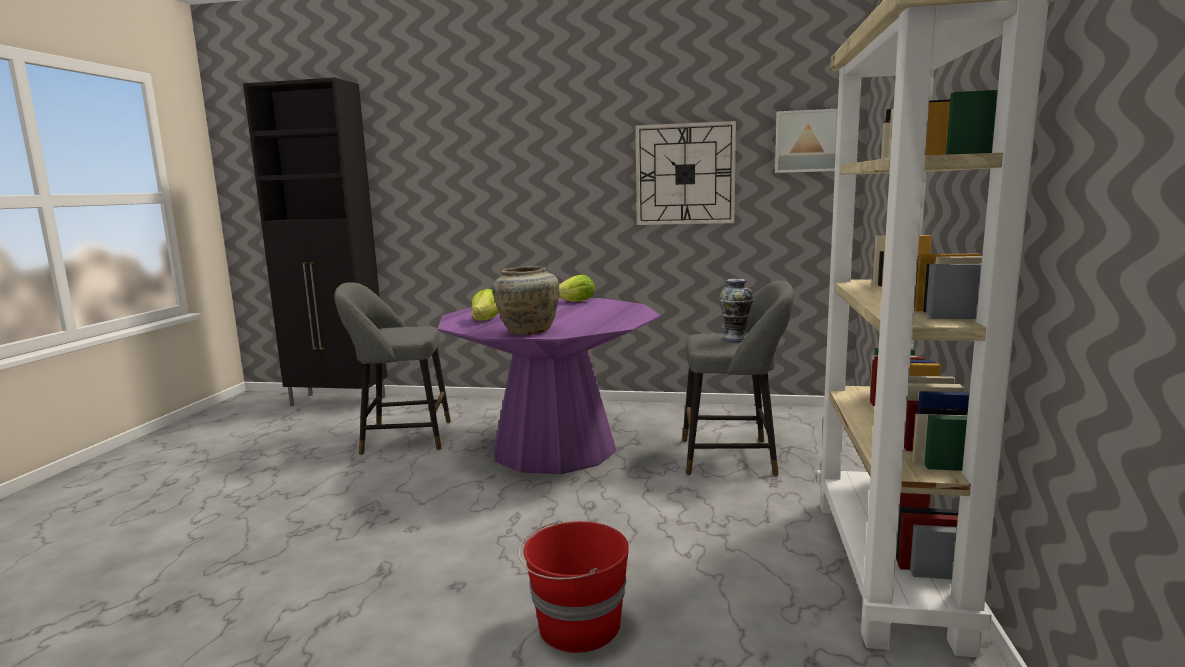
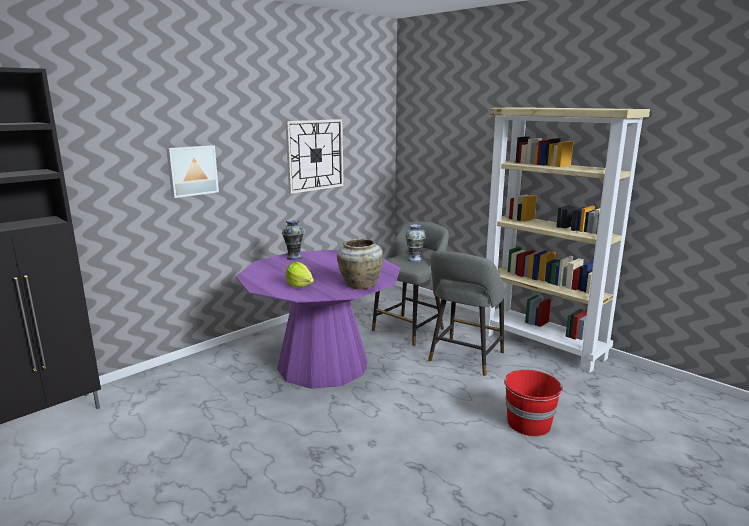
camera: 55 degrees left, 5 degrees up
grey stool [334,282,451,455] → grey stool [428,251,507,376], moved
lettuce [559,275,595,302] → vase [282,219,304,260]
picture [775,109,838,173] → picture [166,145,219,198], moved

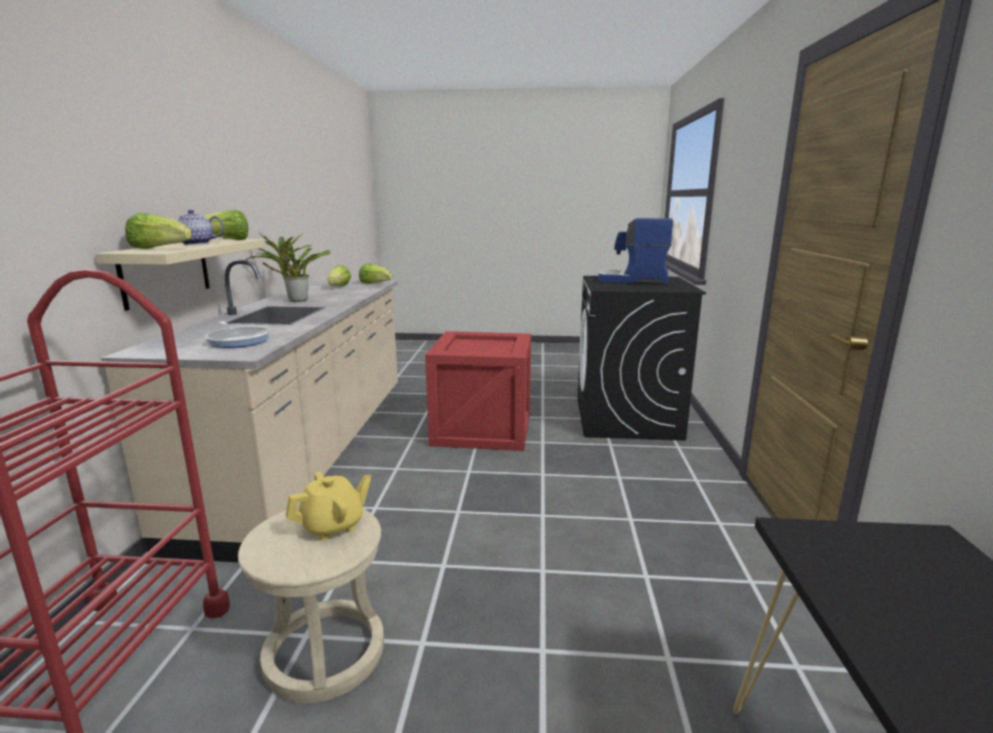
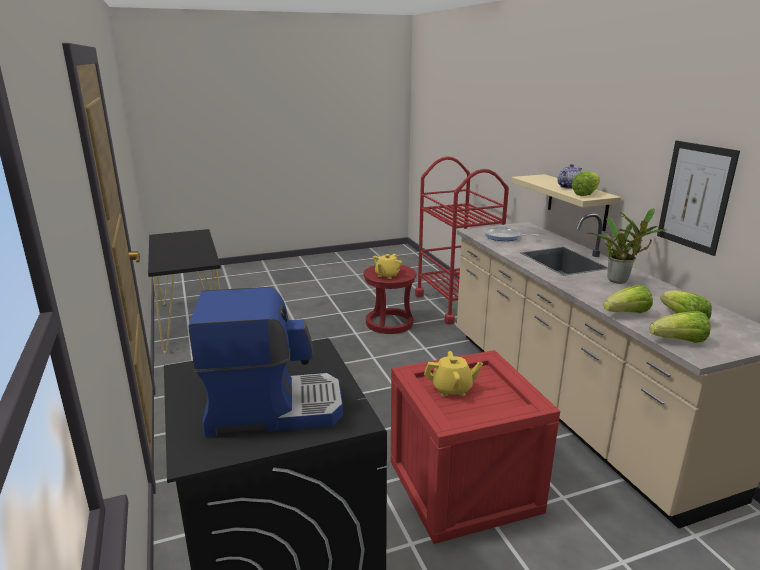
camera: 155 degrees right, 5 degrees up
lettuce [125,212,192,249] → lettuce [603,285,653,313], moved
beige stool [238,507,384,703] → red stool [363,265,417,334]
- → yellow teapot [424,351,483,396]
- → picture [657,141,740,256]

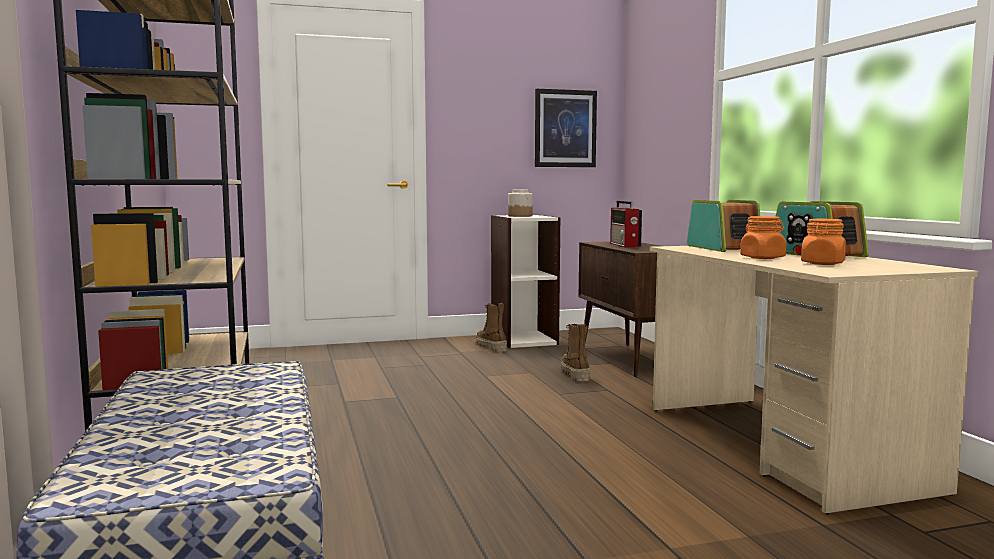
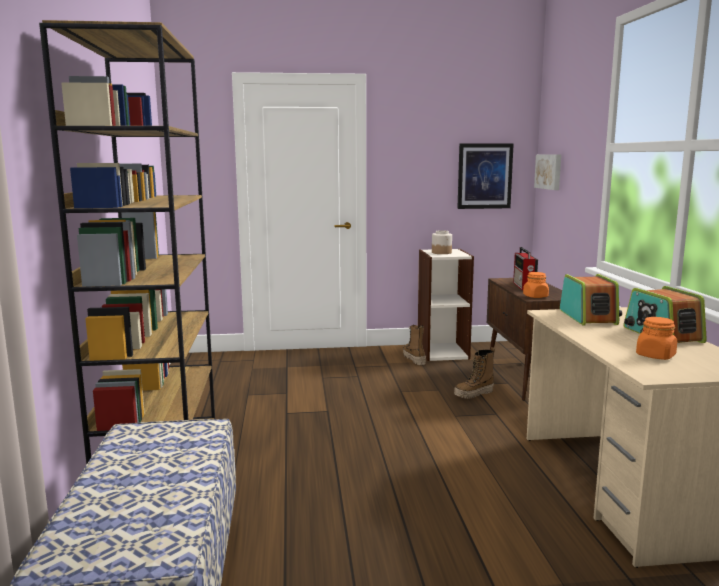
camera: 10 degrees right, 5 degrees up
boot [561,324,590,382] → boot [454,347,495,399], 120 degrees counterclockwise
orange jar [740,216,786,259] → orange jar [523,272,549,298], moved
- → picture [534,154,561,190]

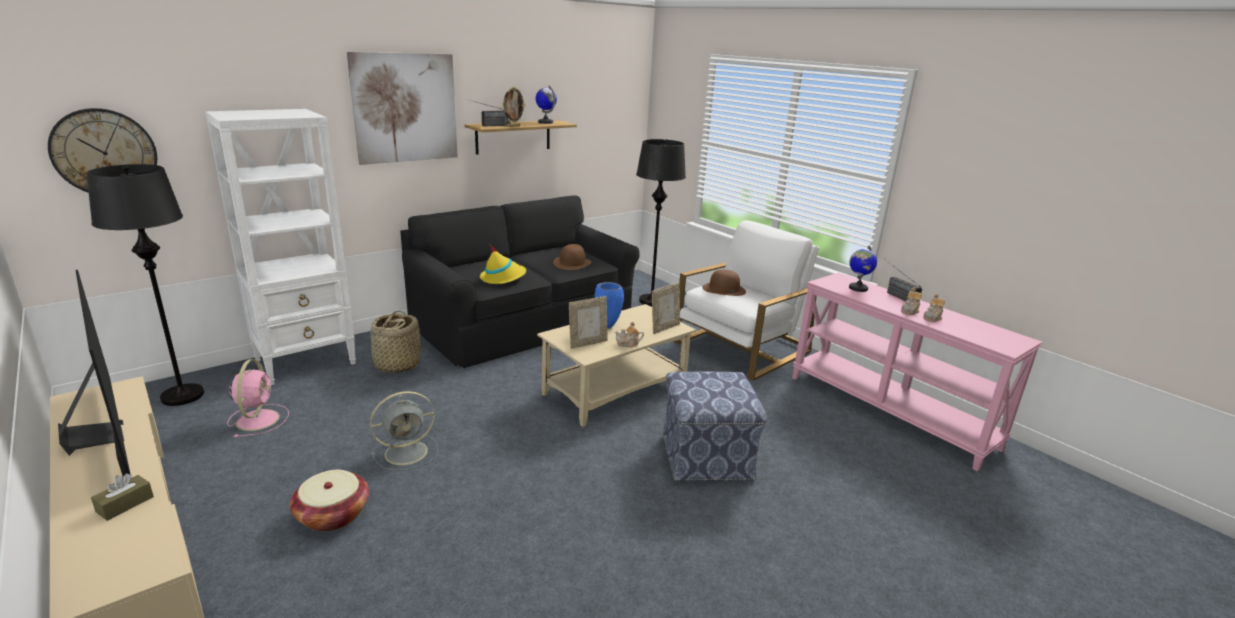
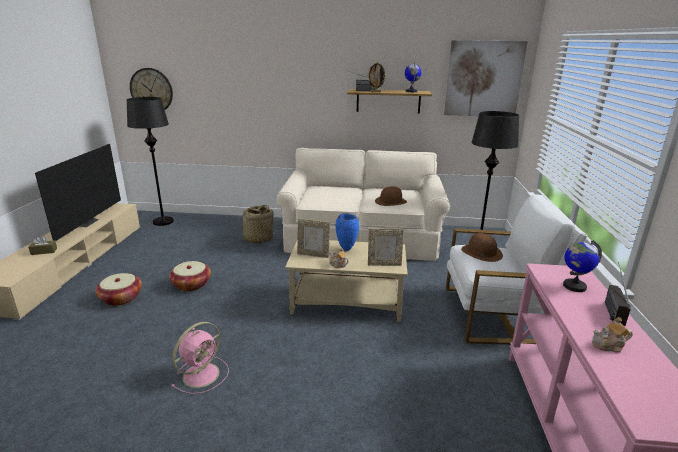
camera: 45 degrees right, 0 degrees up
white bookcase [205,109,356,385] → -
pink fan [227,359,289,437] → pink fan [171,322,229,394], moved
picture [347,52,458,165] → picture [444,40,528,116], moved
grey fan [370,391,438,471] → basket [169,261,211,291]
black sofa [400,195,640,368] → beige sofa [276,148,450,261]
yellow hat [480,245,526,284] → -
ottoman [662,372,767,482] → -
teapot [901,287,922,315] → -

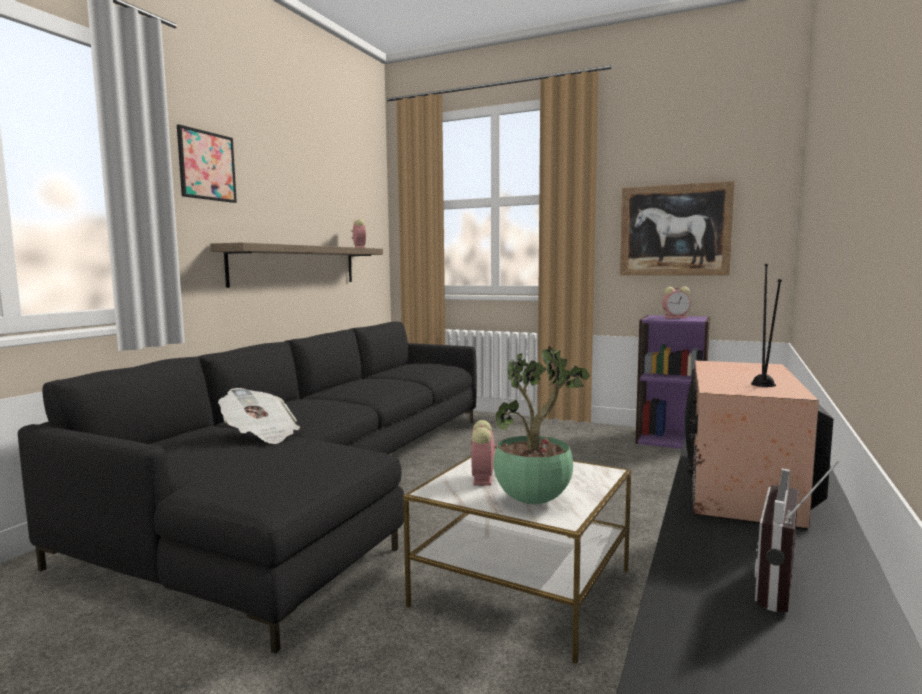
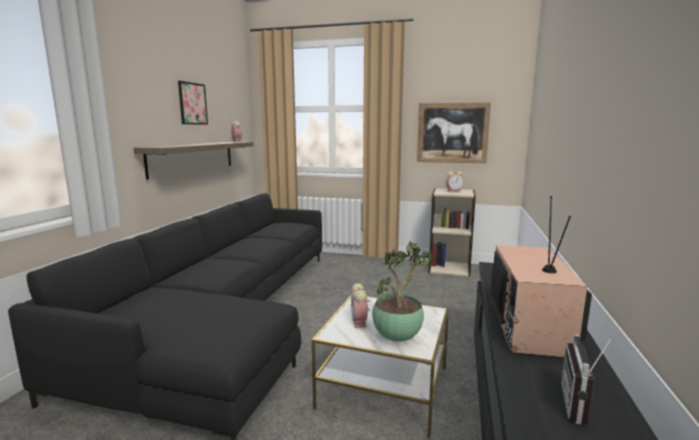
camera: 10 degrees left, 5 degrees up
picture [177,124,237,203] → picture [178,81,208,125], moved
newspaper [218,388,300,444] → -
purple bookcase [635,315,710,449] → beige bookcase [429,188,476,277]

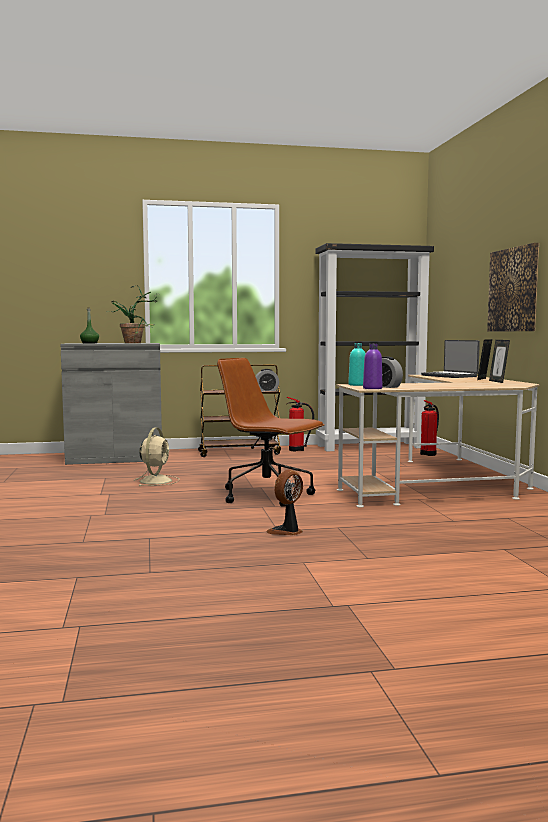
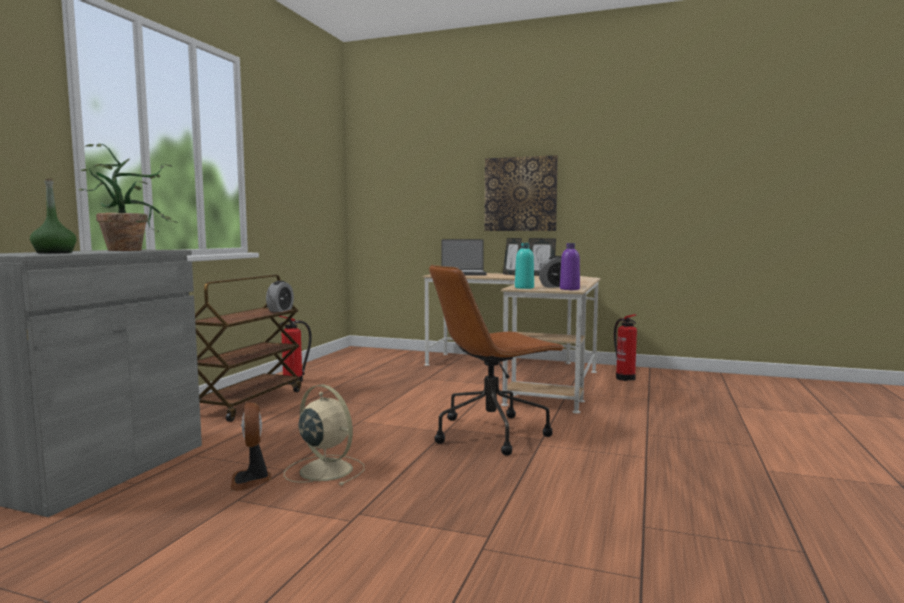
camera: 60 degrees left, 0 degrees up
fan [266,469,303,535] → fan [231,402,271,491], moved
black bookcase [315,243,434,451] → -
fire extinguisher [420,400,439,456] → fire extinguisher [614,314,637,381], moved

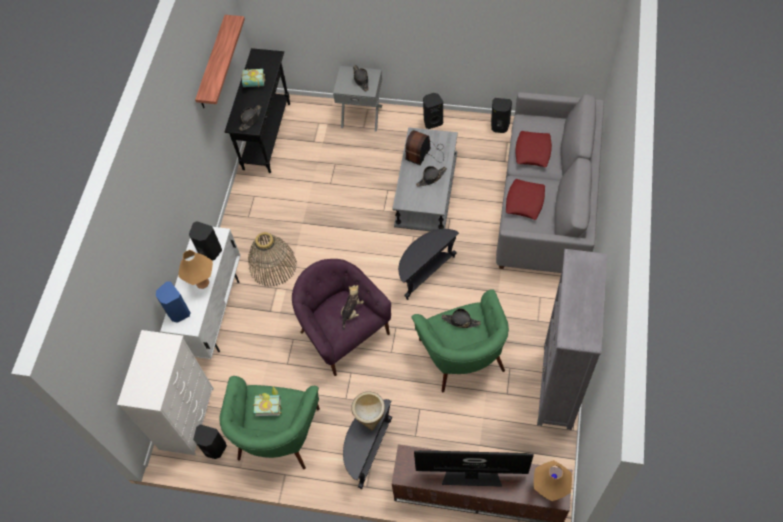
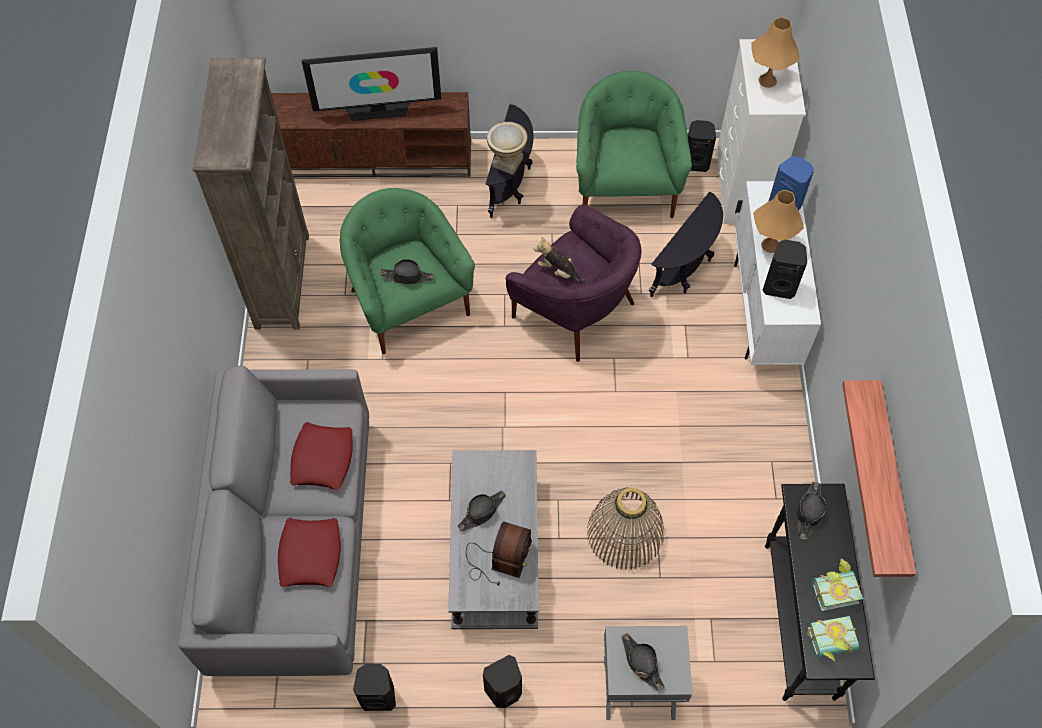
camera: 165 degrees right, 0 degrees up
basket [248,232,297,287] → basket [587,487,664,570], moved
book [253,386,282,417] → book [807,616,859,662], moved
plush toy [341,285,364,330] → plush toy [534,237,586,283], 105 degrees clockwise
black side table [398,229,459,300] → black side table [649,191,723,297], moved
orange table lamp [534,460,572,501] → orange table lamp [751,17,799,88], moved
grey bookcase [537,249,607,430] → brown bookcase [192,58,309,330]

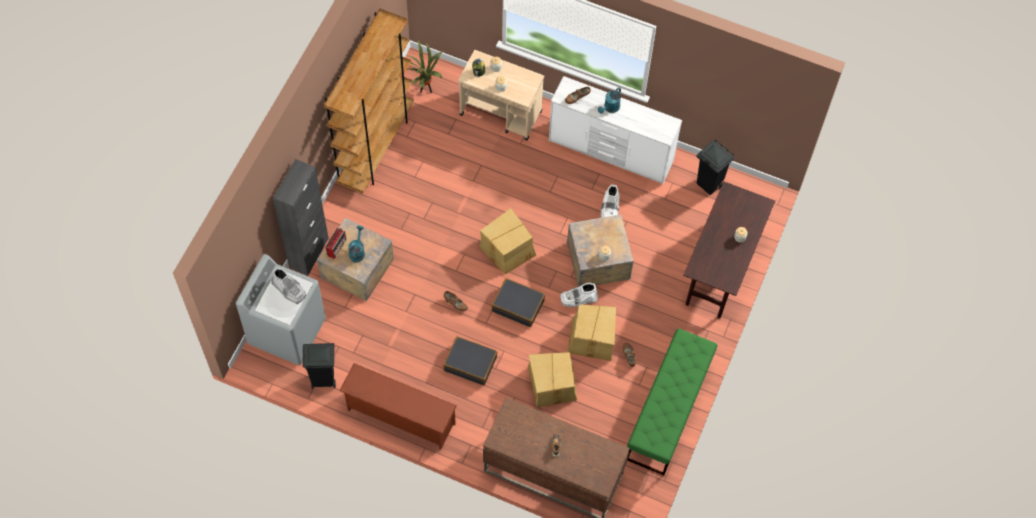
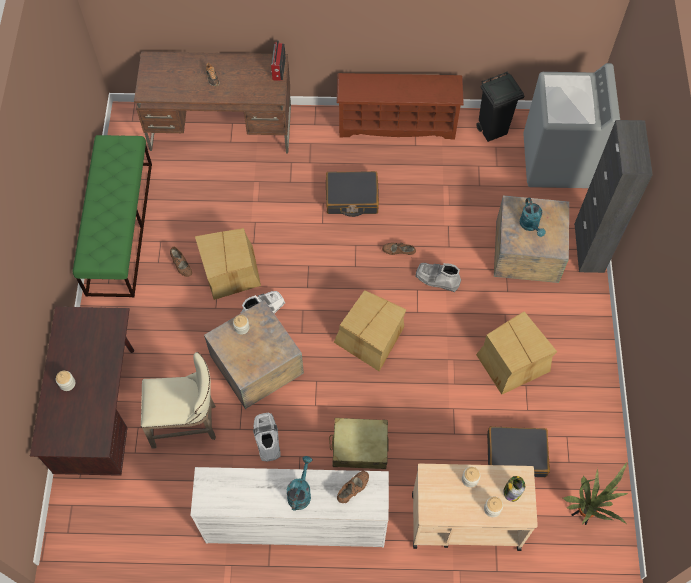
camera: 160 degrees right, 0 degrees up
grey boot [271,267,307,304] → grey boot [415,263,462,292], moved
brown bookcase [324,9,414,194] → -
radio [326,228,346,259] → radio [271,40,286,81], moved
black suitcase [492,278,545,327] → black suitcase [487,426,550,477], moved
cardboard box [528,352,577,408] → cardboard box [476,311,557,395], moved
black trash can [696,139,734,195] → -
- → beige stool [141,352,216,449]
- → beige suitcase [329,418,389,469]

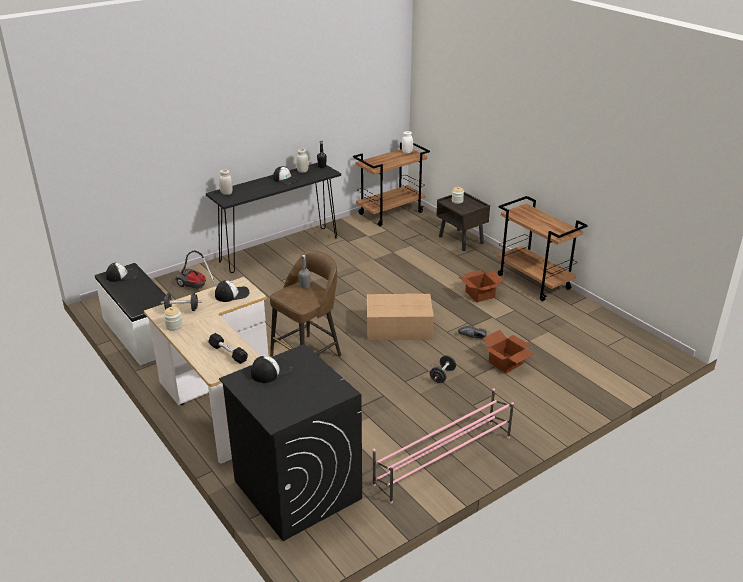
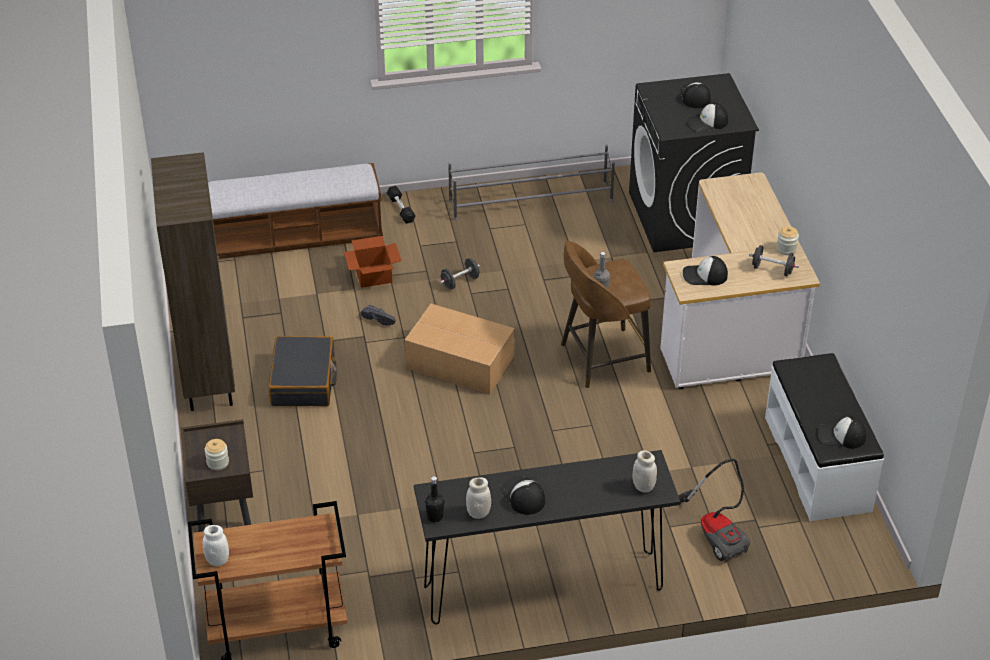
camera: 155 degrees left, 10 degrees up
black dumbbell [208,333,248,364] → black dumbbell [387,186,416,224], moved
pink shoe rack [372,388,514,504] → grey shoe rack [448,144,615,220]
cardboard box [459,270,505,302] → black suitcase [269,336,337,406]
brown cart [497,196,588,301] → brown bookcase [151,152,235,411]
- → bench [208,163,383,259]
- → cap [680,82,711,108]

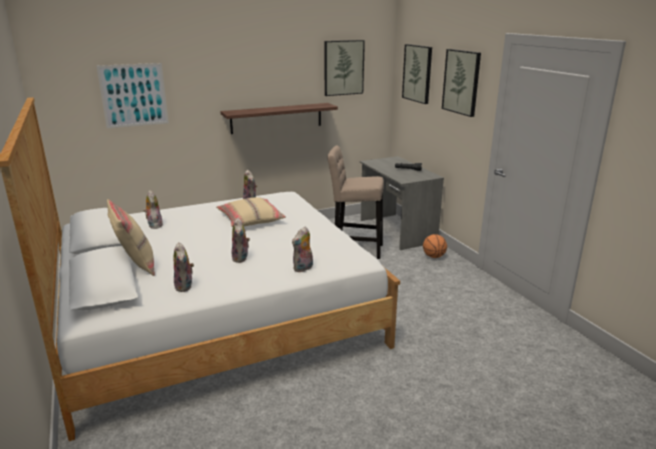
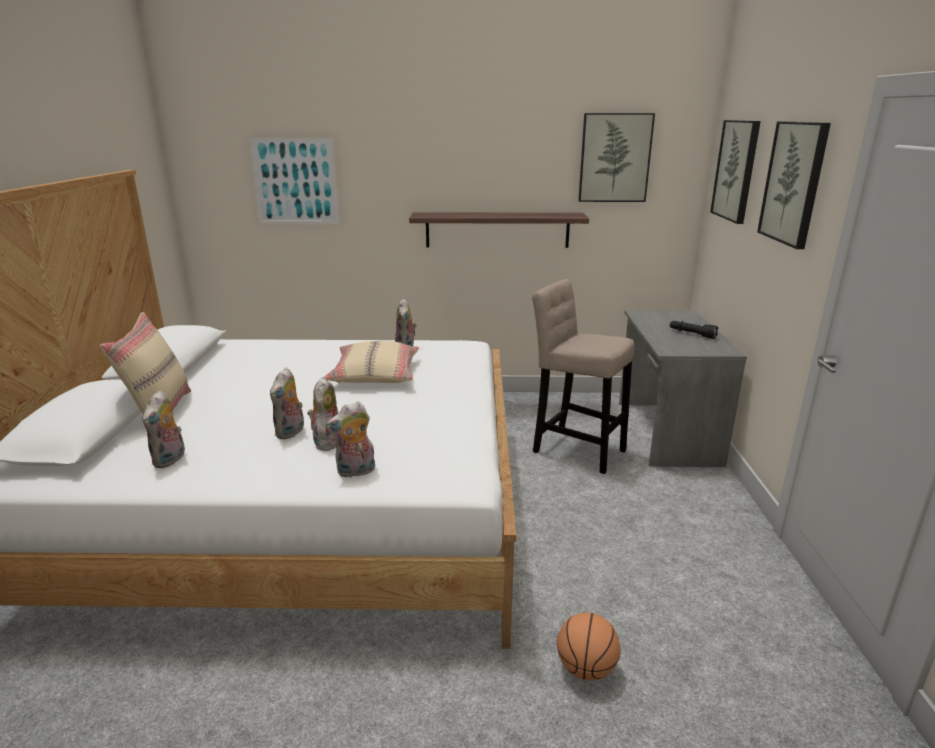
camera: 25 degrees right, 0 degrees up
plush toy [143,190,163,229] → plush toy [307,377,338,451], moved
basketball [423,234,447,258] → basketball [557,613,621,681], moved

